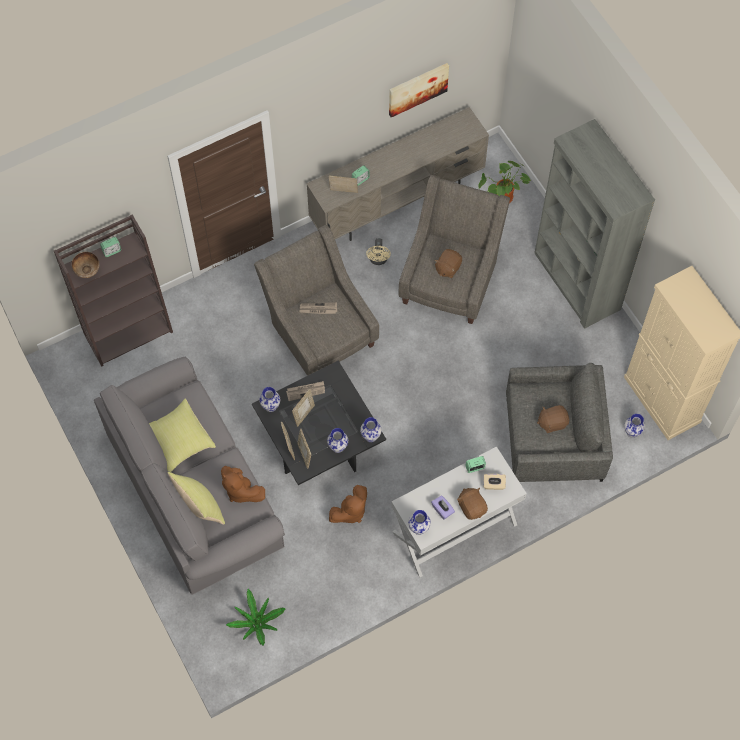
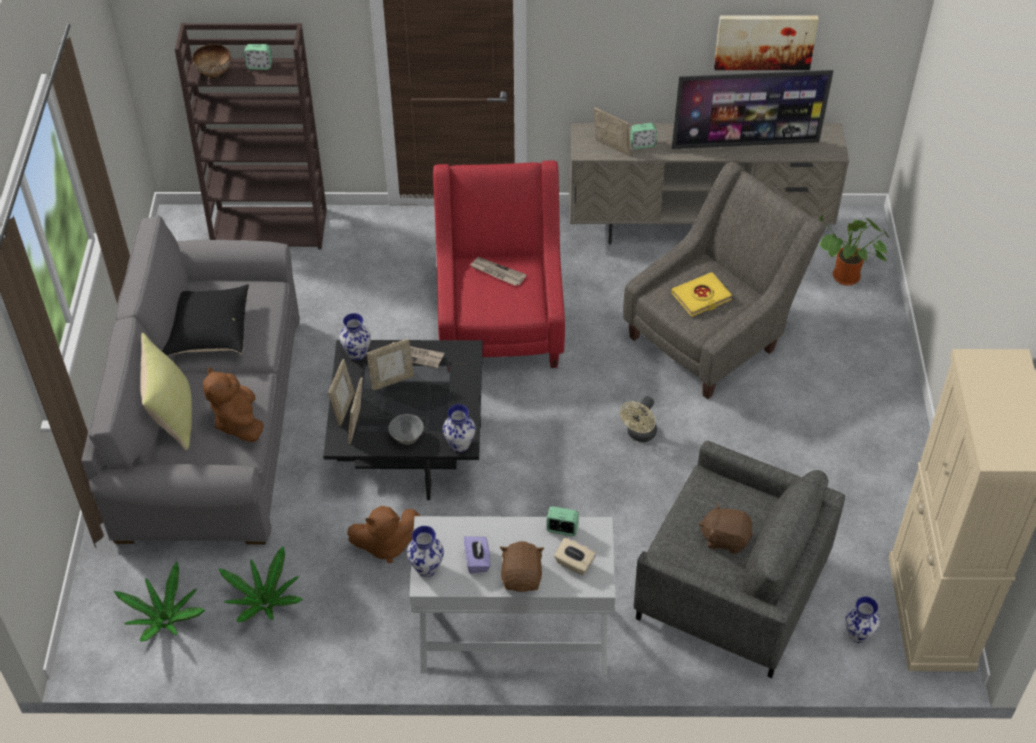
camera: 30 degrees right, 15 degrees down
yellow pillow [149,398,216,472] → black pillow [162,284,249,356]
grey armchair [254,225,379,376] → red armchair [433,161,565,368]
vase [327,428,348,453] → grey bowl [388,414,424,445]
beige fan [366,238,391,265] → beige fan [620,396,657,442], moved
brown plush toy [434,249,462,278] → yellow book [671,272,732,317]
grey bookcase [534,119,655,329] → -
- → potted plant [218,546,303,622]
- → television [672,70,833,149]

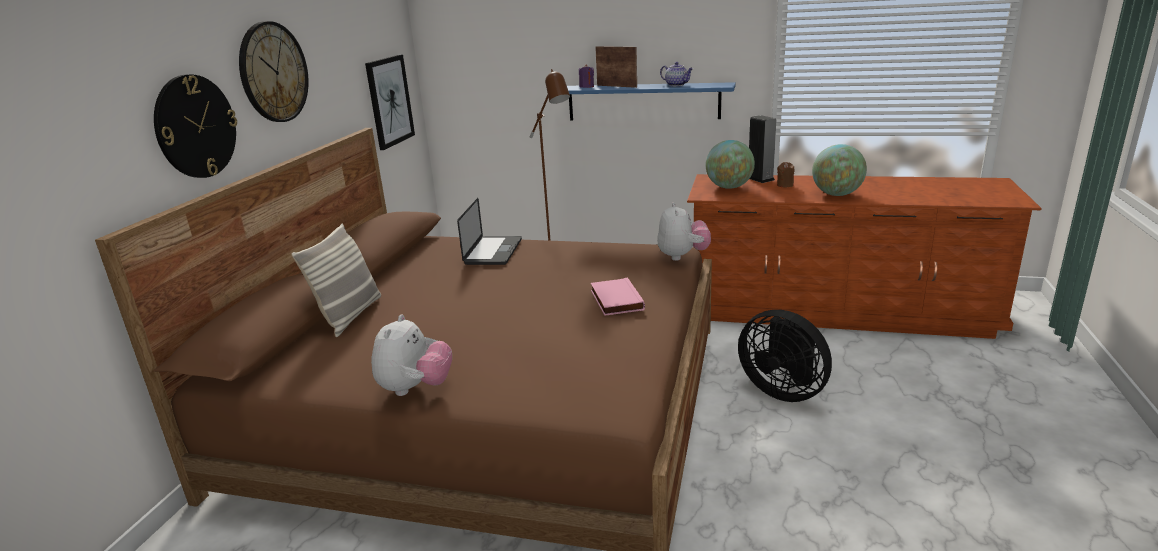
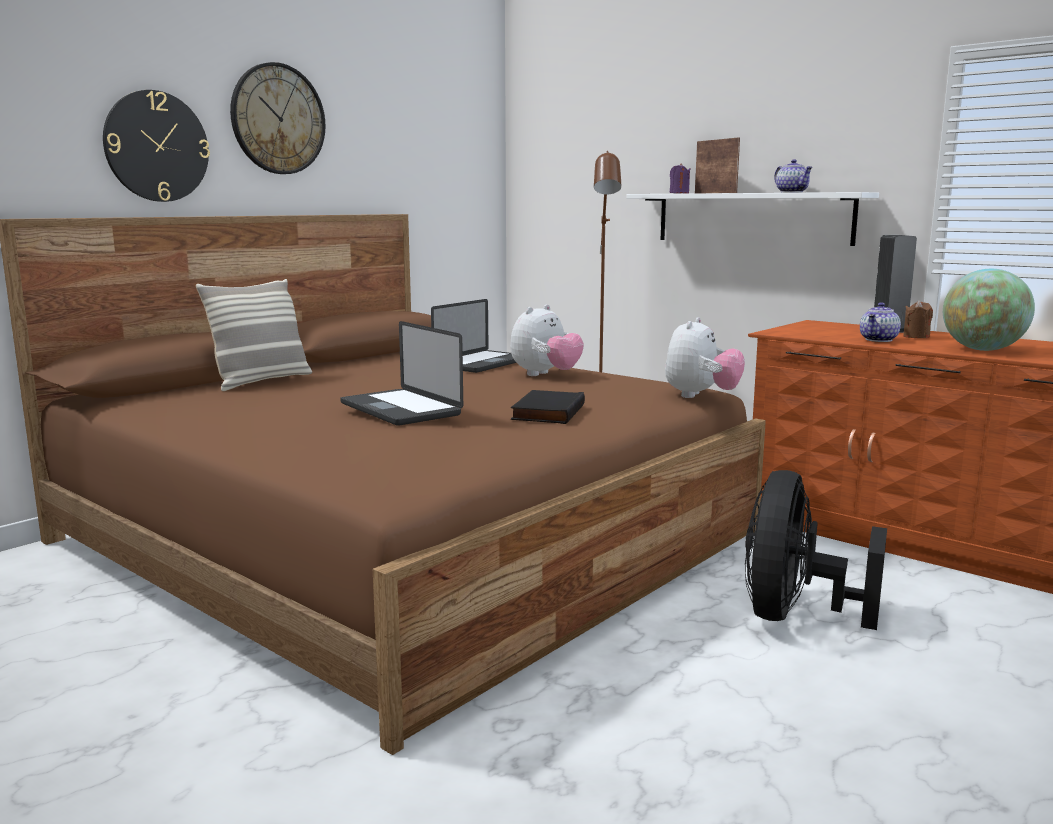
camera: 25 degrees right, 10 degrees down
picture [365,54,415,150] → -
plush toy [371,315,452,396] → plush toy [510,304,584,376], moved
blue shelf [567,82,736,120] → white shelf [626,192,879,246]
pink book [591,278,645,316] → black book [511,390,585,424]
globe [706,140,755,189] → -
black fan [738,310,832,402] → black fan [745,470,887,630], 45 degrees clockwise
- → laptop [340,321,463,426]
- → teapot [860,302,901,342]

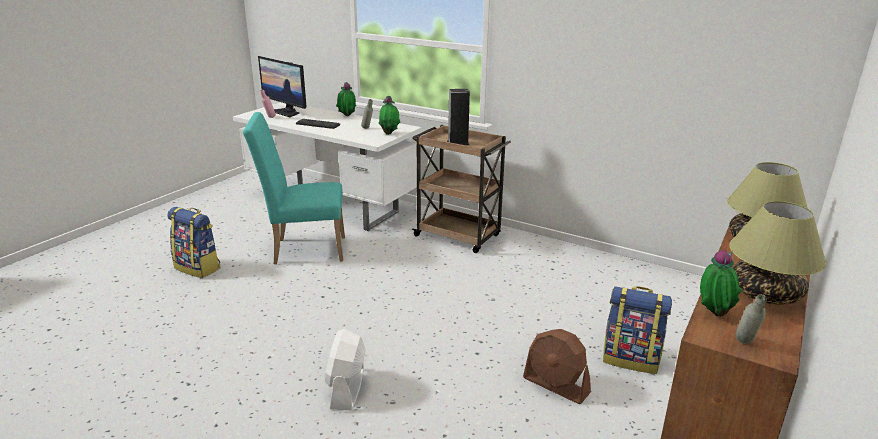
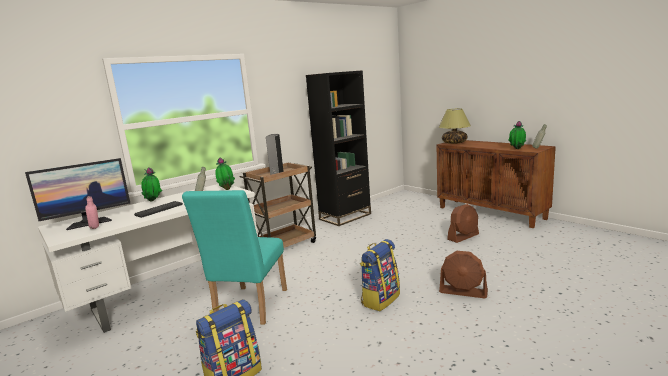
camera: 70 degrees left, 10 degrees down
white fan [325,329,366,411] → brown fan [439,251,488,298]
backpack [603,286,672,374] → backpack [360,239,400,311], moved
table lamp [729,201,826,305] → -
- → black bookcase [306,70,371,226]

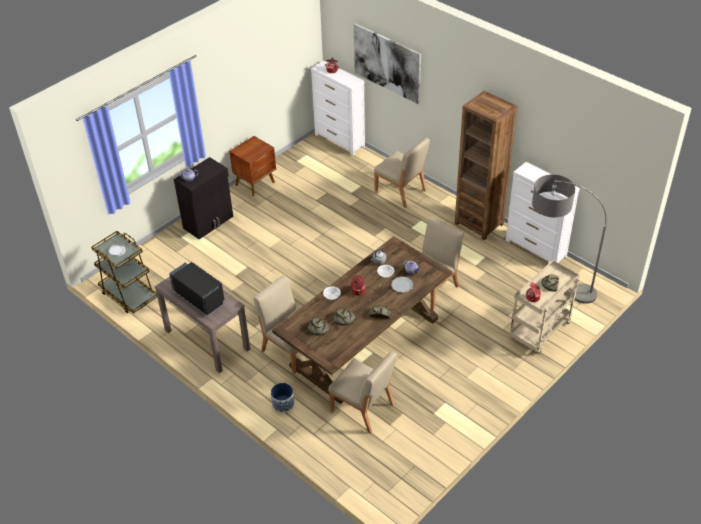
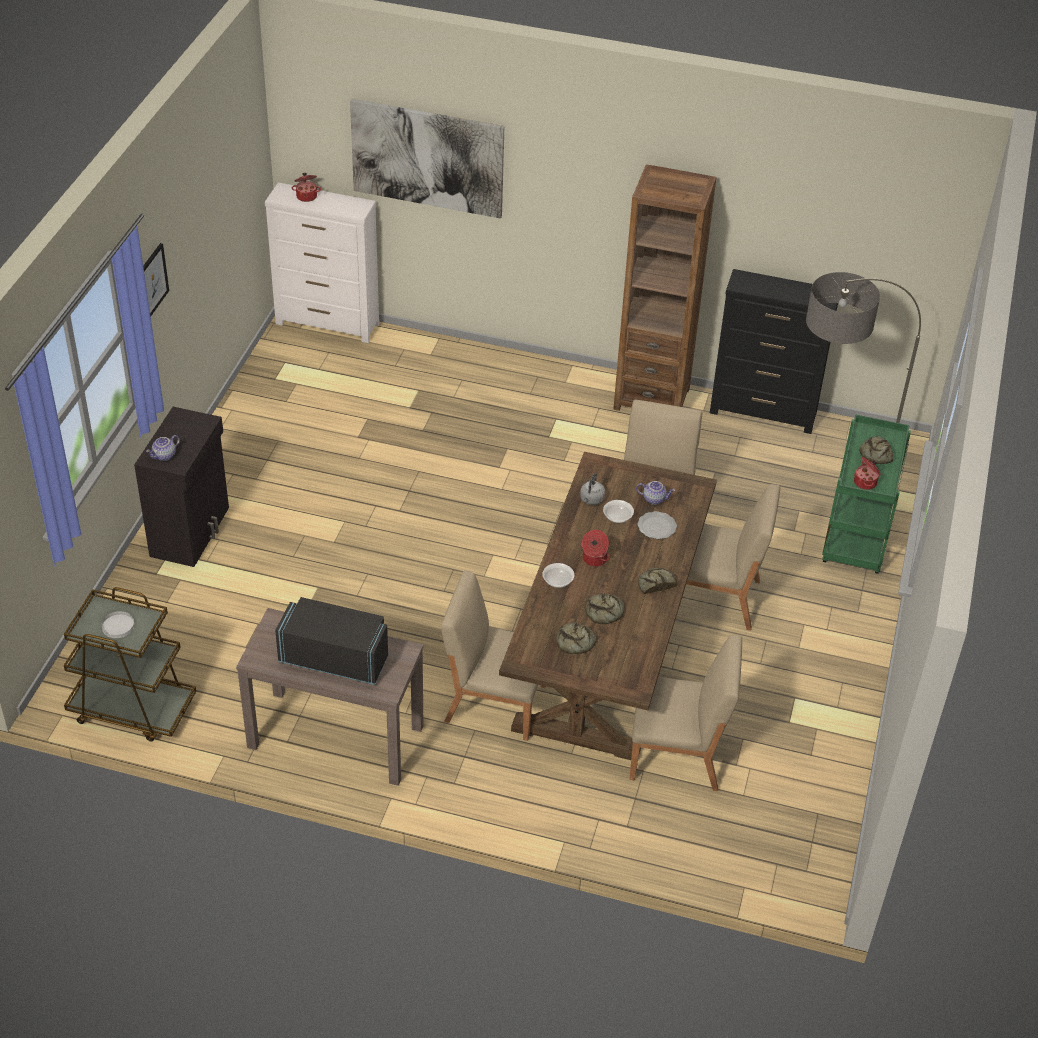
camera: 30 degrees left, 0 degrees up
brown nightstand [229,136,276,196] → -
planter [271,383,294,413] → -
beige chair [374,138,430,208] → beige chair [686,484,780,631], moved
white dresser [506,162,580,262] → black dresser [710,269,838,434]
beige cart [509,260,580,354] → green cart [822,415,911,574]
- → picture [143,243,169,316]

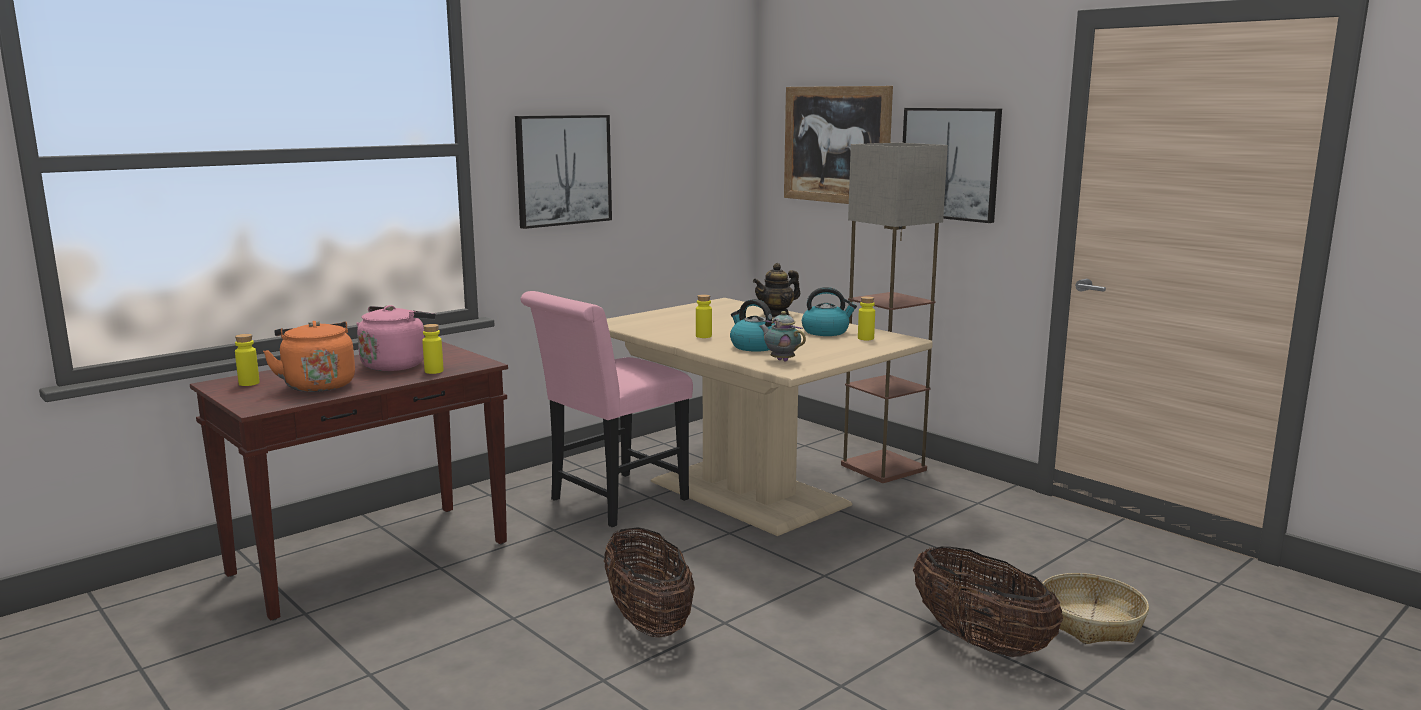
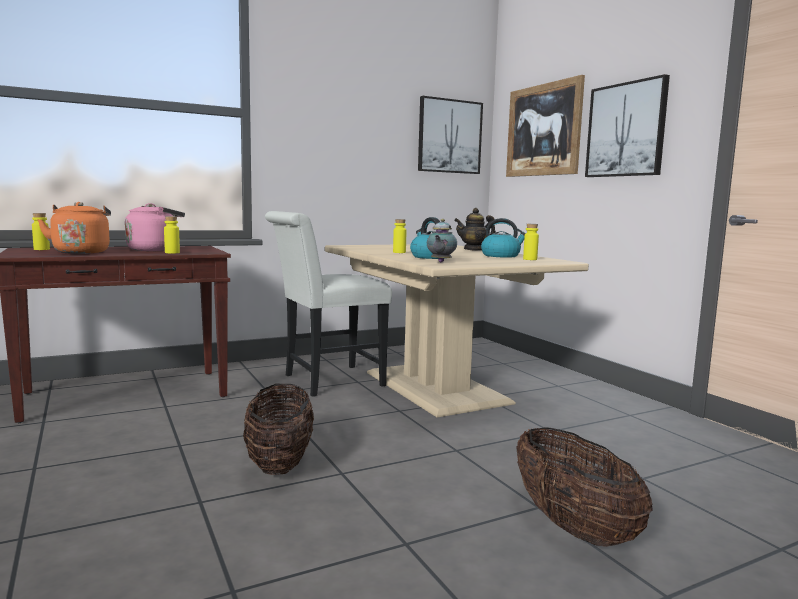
camera: 15 degrees right, 5 degrees down
picture [515,115,612,229] → picture [418,96,483,174], moved
pink chair [520,291,693,527] → white chair [265,211,392,397]
teapot [759,311,806,362] → teapot [427,219,457,262], 135 degrees counterclockwise
floor lamp [841,143,948,483] → -
basket [1042,573,1149,644] → -

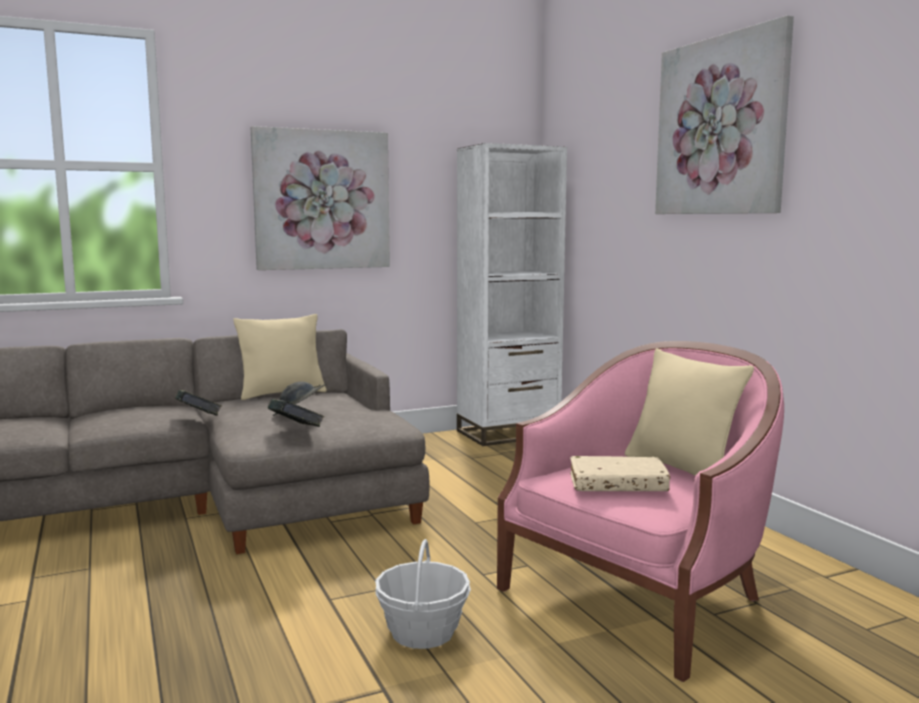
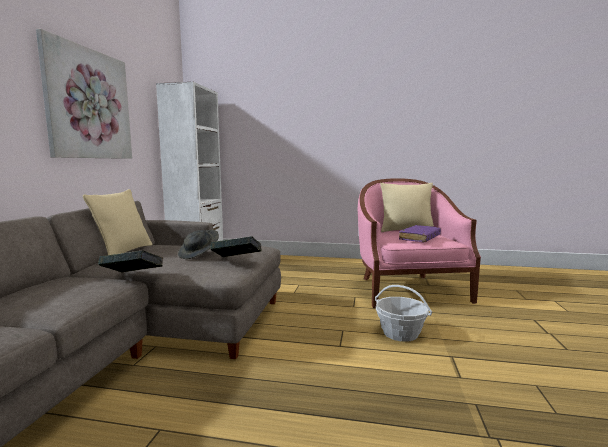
camera: 55 degrees left, 0 degrees up
beige book [570,456,670,491] → purple book [399,225,441,242]
picture [655,15,794,214] → -

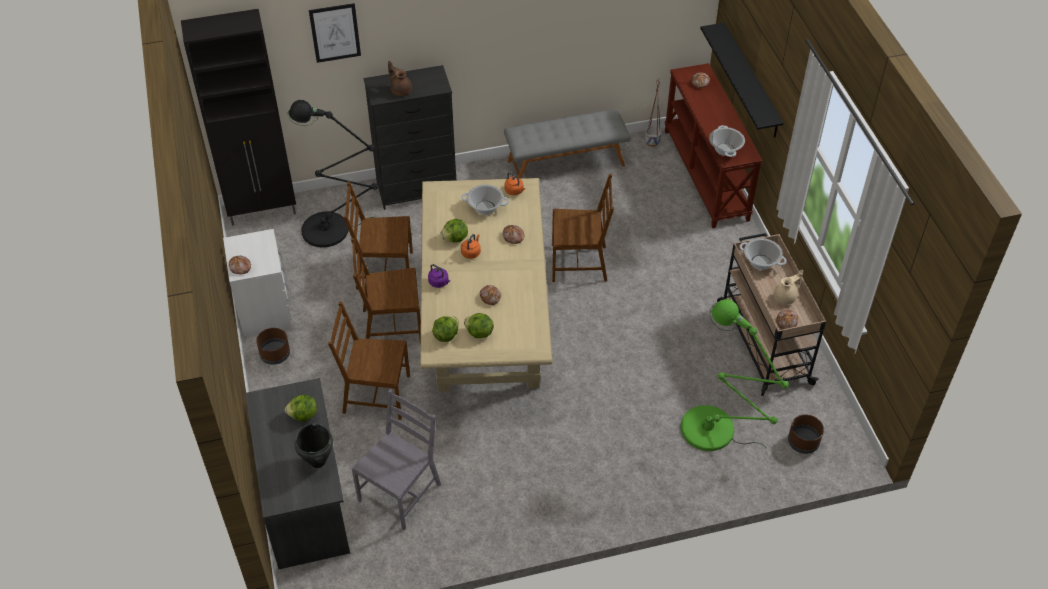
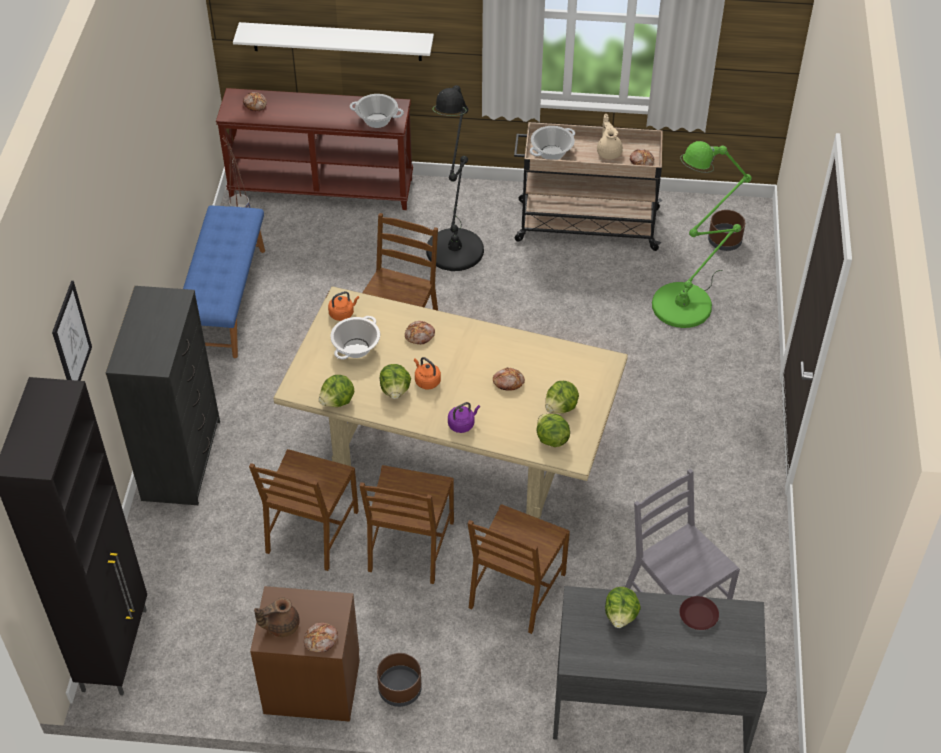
camera: 70 degrees left, 0 degrees up
white nightstand [223,229,292,336] → brown nightstand [250,586,360,722]
black floor lamp [287,100,378,247] → black floor lamp [426,85,484,271], moved
black cooking pot [294,423,333,468] → brown plate [679,596,719,630]
brown teapot [388,61,412,96] → brown teapot [254,597,300,637], moved
grey bench [504,109,631,178] → blue bench [183,206,265,358]
black shelf [700,23,784,138] → white shelf [233,22,434,61]
- → lettuce [319,375,354,407]

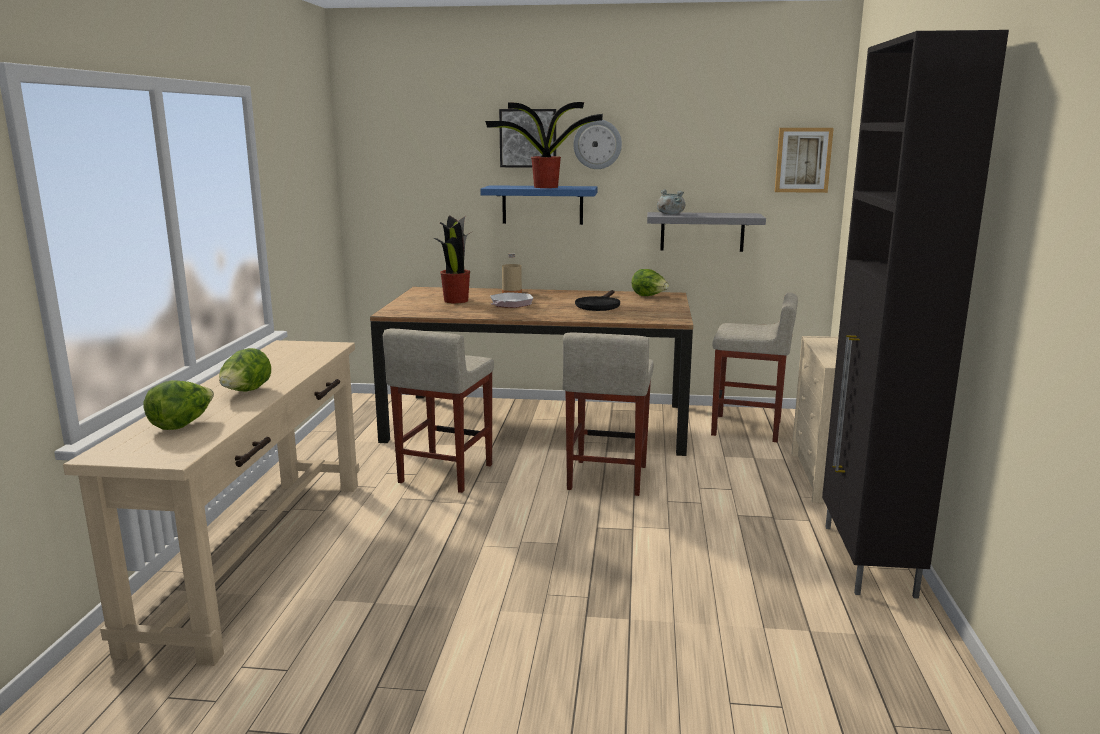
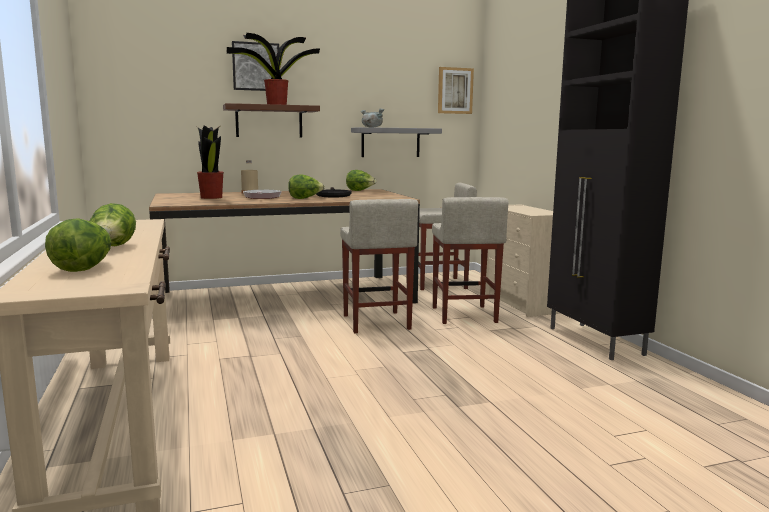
camera: 25 degrees left, 5 degrees down
beige stool [383,329,494,493] → beige stool [432,197,509,324], moved
blue shelf [480,185,598,225] → brown shelf [223,103,320,138]
wall clock [573,120,622,169] → -
- → lettuce [288,174,325,199]

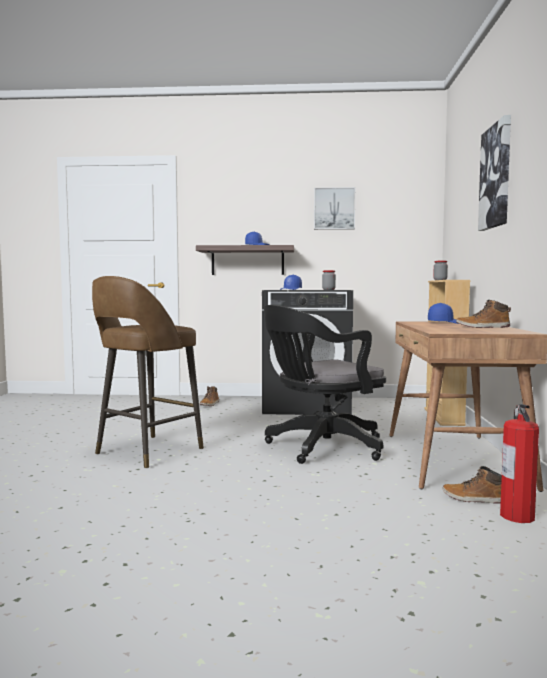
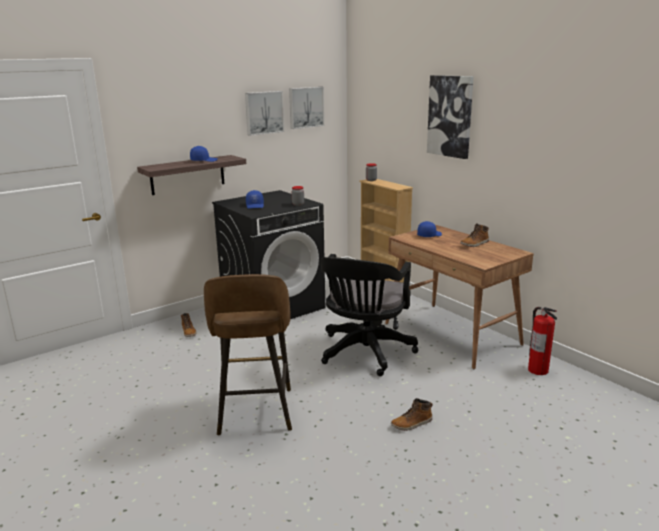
camera: 40 degrees left, 15 degrees up
boot [442,466,502,504] → boot [391,398,433,431], moved
- → picture [289,87,324,129]

